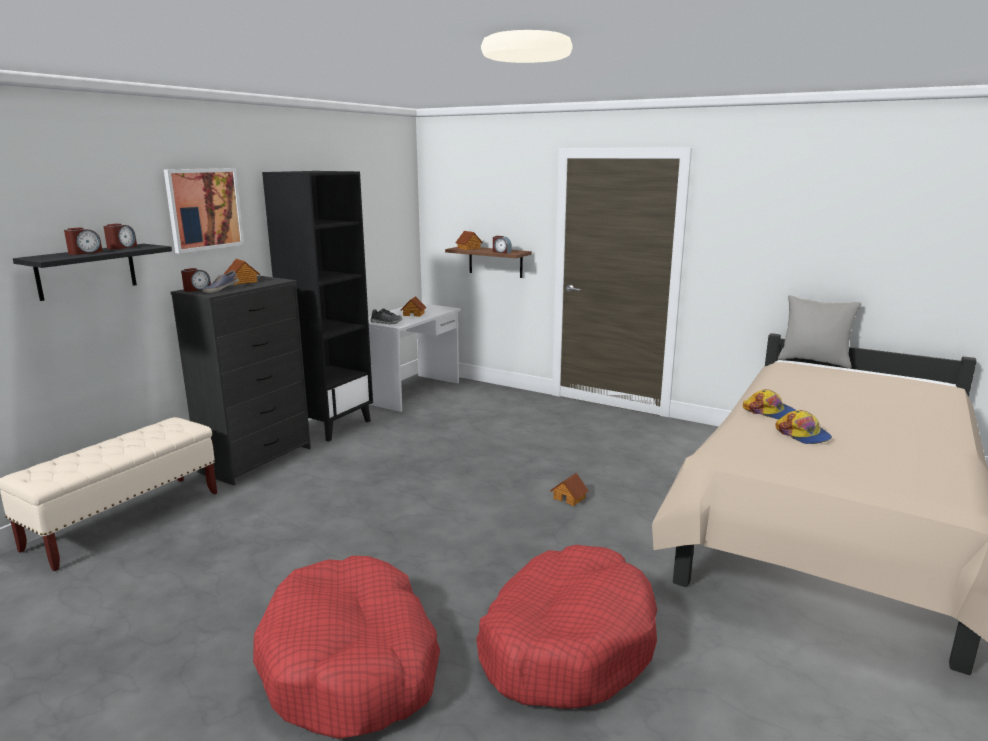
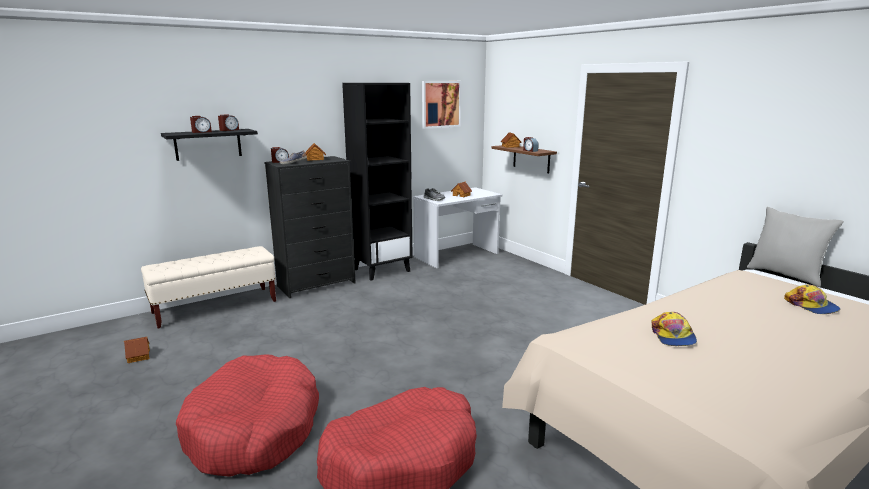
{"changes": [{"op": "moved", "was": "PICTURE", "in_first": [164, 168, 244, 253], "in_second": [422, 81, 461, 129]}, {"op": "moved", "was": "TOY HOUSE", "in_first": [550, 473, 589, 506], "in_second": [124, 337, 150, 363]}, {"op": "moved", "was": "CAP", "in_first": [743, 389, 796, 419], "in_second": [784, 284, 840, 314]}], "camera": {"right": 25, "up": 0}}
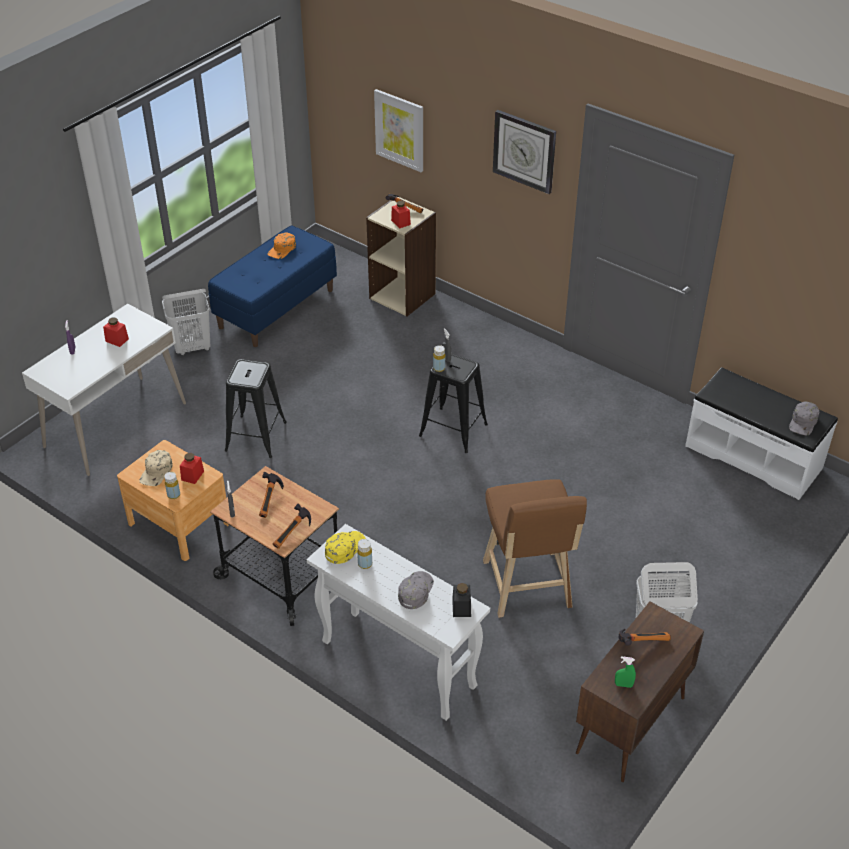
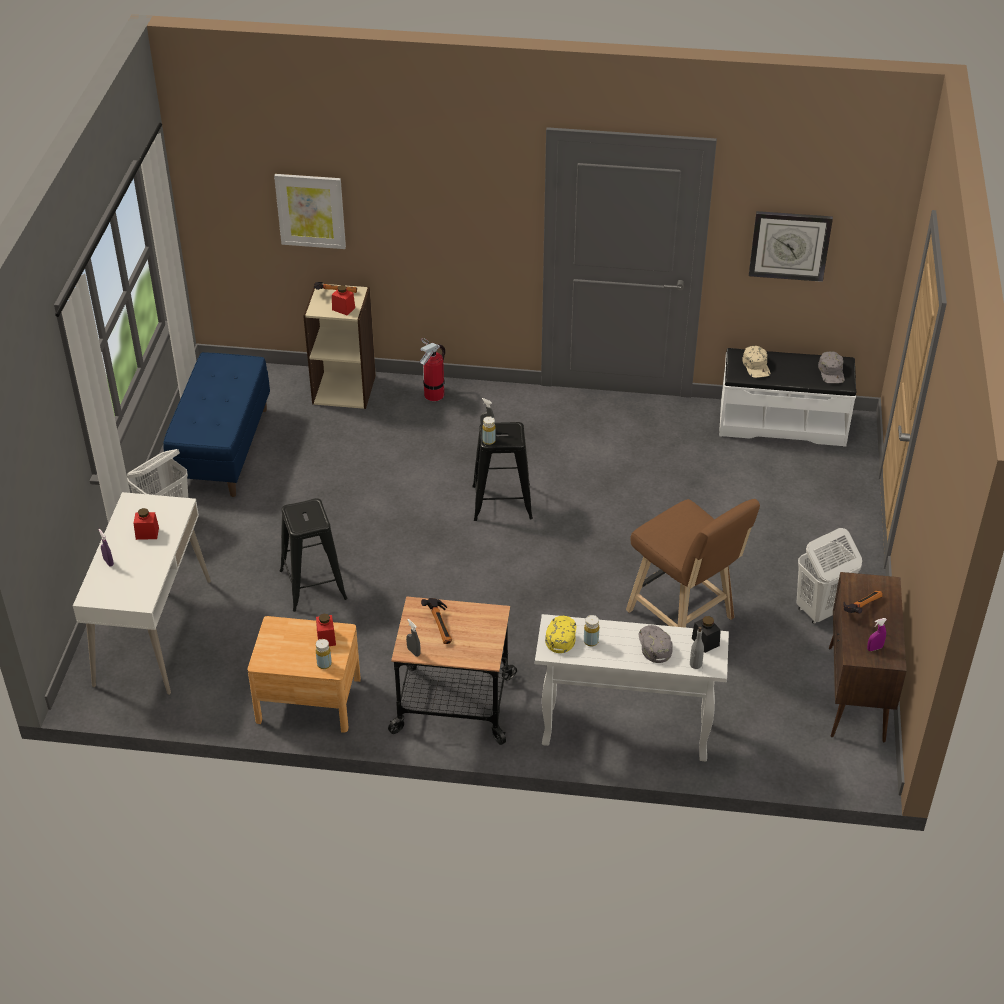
{"changes": [{"op": "moved", "was": "BEIGE CAP", "in_first": [139, 450, 173, 486], "in_second": [742, 346, 771, 378]}, {"op": "removed", "was": "ORANGE CAP", "in_first": [267, 233, 296, 259]}, {"op": "removed", "was": "HAMMER", "in_first": [273, 504, 311, 549]}, {"op": "moved", "was": "WALL CLOCK", "in_first": [493, 110, 556, 194], "in_second": [749, 211, 833, 282]}, {"op": "recoloured", "was": "GREEN SPRAY BOTTLE", "now": "PURPLE SPRAY BOTTLE", "in_first": [615, 656, 636, 688], "in_second": [867, 618, 887, 651]}, {"op": "added", "now": "FIRE EXTINGUISHER", "in_second": [420, 338, 445, 401]}, {"op": "added", "now": "GREY BOTTLE", "in_second": [690, 627, 704, 669]}], "camera": {"right": -30, "up": 0}}
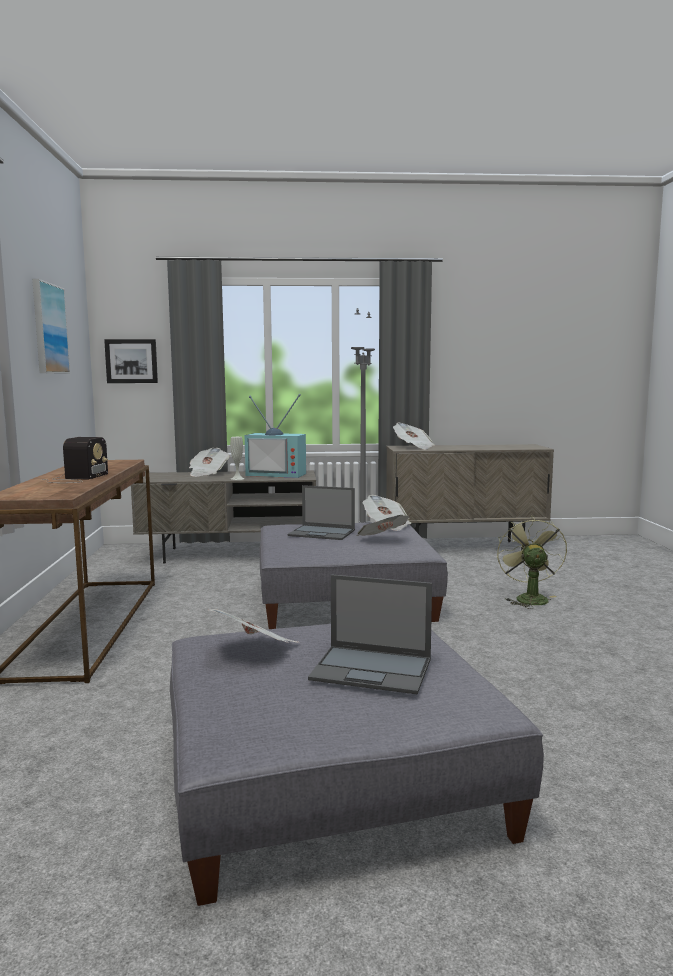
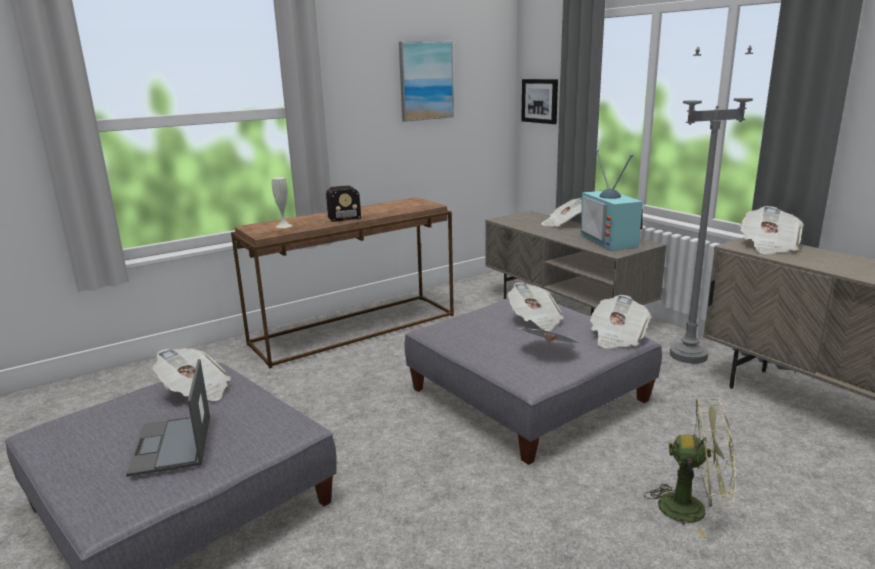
{"changes": [{"op": "moved", "was": "WHITE VASE", "in_first": [230, 437, 245, 480], "in_second": [272, 177, 292, 228]}, {"op": "replaced", "was": "LAPTOP", "now": "NEWSPAPER", "in_first": [287, 485, 355, 540], "in_second": [507, 283, 564, 331]}, {"op": "turned", "was": "GREEN FAN", "in_first": [497, 516, 567, 609], "in_second": [644, 398, 736, 538], "clockwise": 45}], "camera": {"right": 60, "up": 10}}
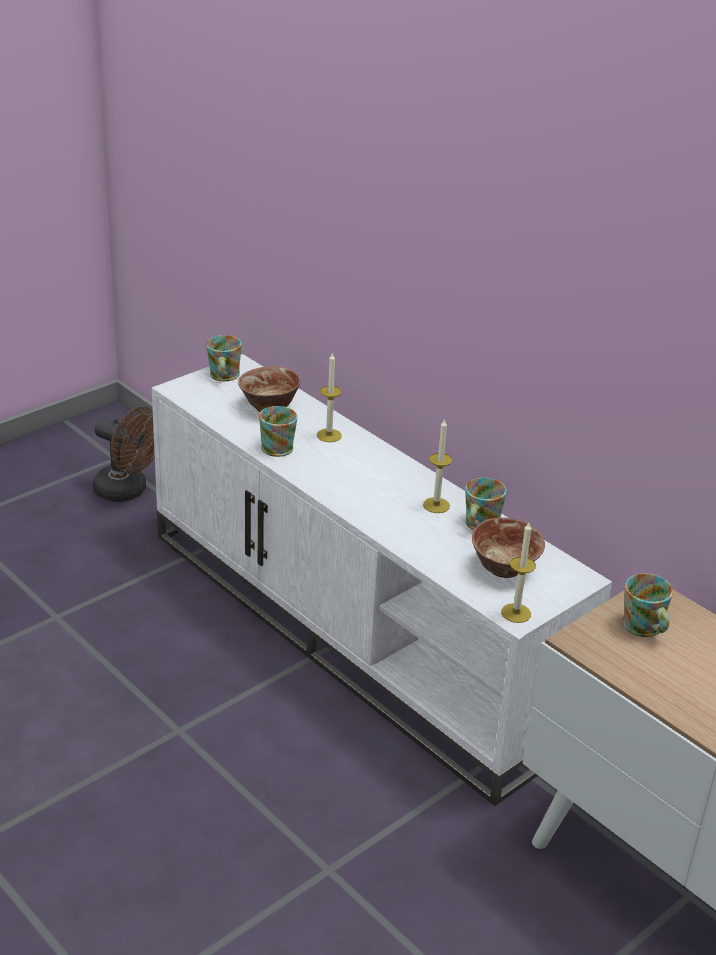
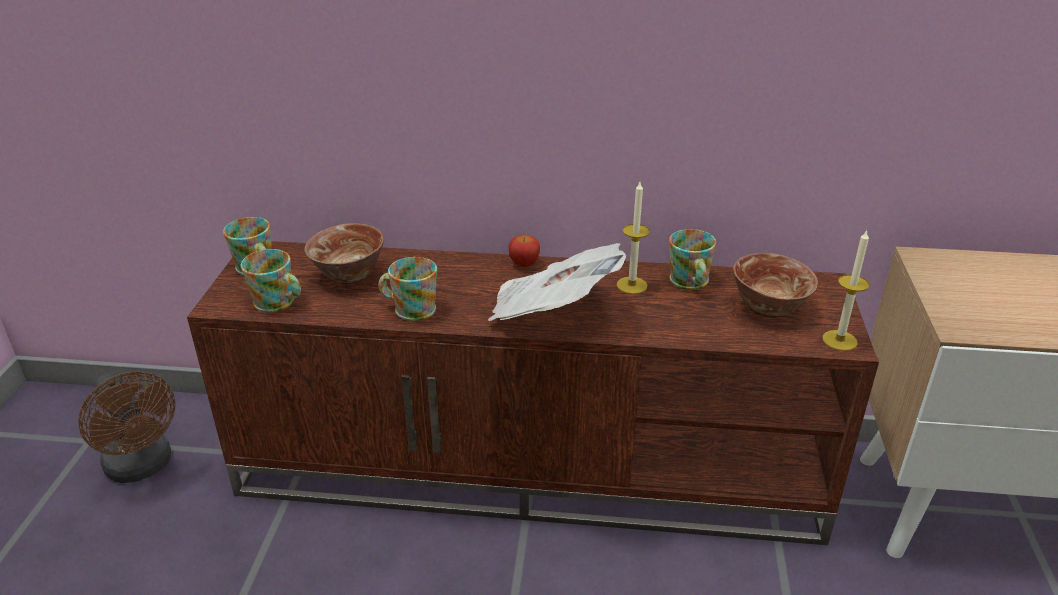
{"changes": [{"op": "turned", "was": "BROWN FAN", "in_first": [93, 407, 155, 502], "in_second": [78, 371, 176, 483], "clockwise": 60}, {"op": "recoloured", "was": "WHITE TV STAND", "now": "BROWN TV STAND", "in_first": [152, 354, 612, 806], "in_second": [187, 241, 879, 545]}, {"op": "removed", "was": "CANDLE", "in_first": [317, 352, 342, 442]}, {"op": "moved", "was": "MUG", "in_first": [623, 573, 673, 637], "in_second": [241, 249, 301, 313]}, {"op": "added", "now": "NEWSPAPER", "in_second": [488, 243, 626, 321]}, {"op": "added", "now": "APPLE", "in_second": [508, 235, 540, 267]}], "camera": {"right": -40, "up": 0}}
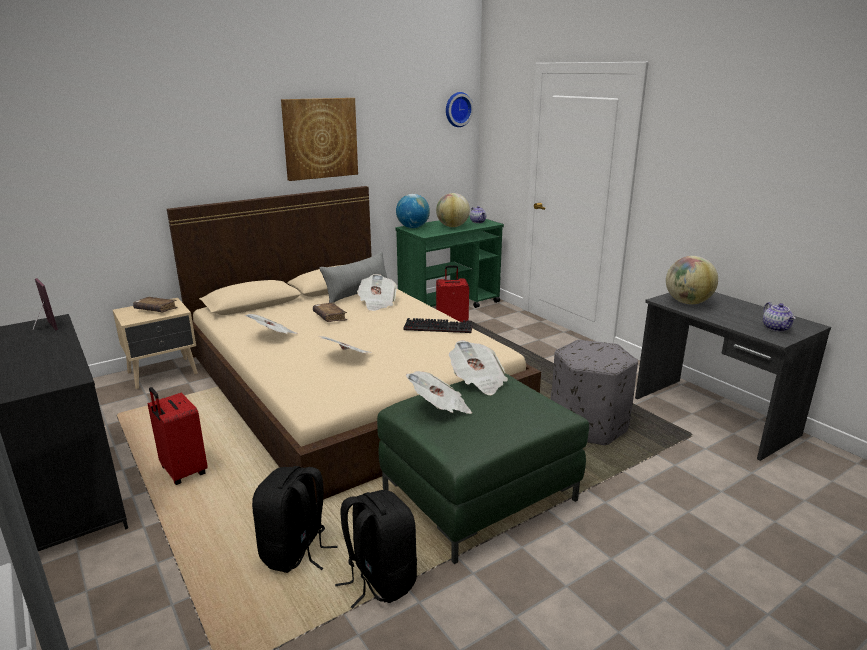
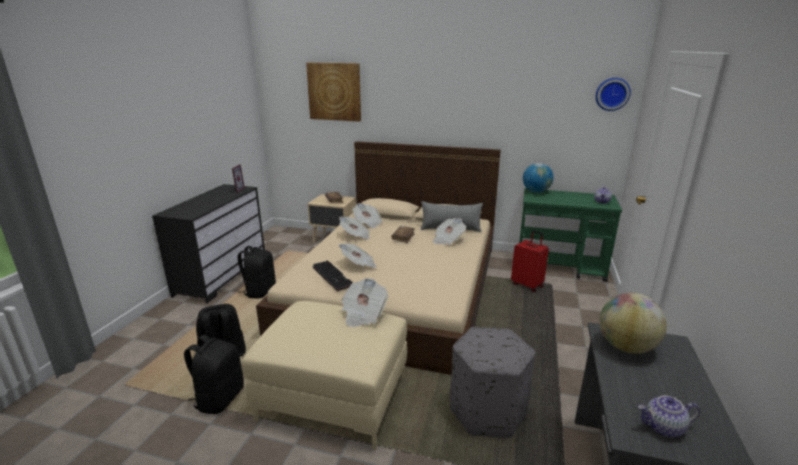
{"changes": [{"op": "replaced", "was": "RED SUITCASE", "now": "BLACK BACKPACK", "in_first": [148, 387, 208, 485], "in_second": [238, 246, 276, 299]}, {"op": "moved", "was": "PICTURE", "in_first": [281, 98, 358, 181], "in_second": [306, 63, 361, 122]}, {"op": "recoloured", "was": "GREEN OTTOMAN", "now": "BEIGE OTTOMAN", "in_first": [377, 373, 589, 564], "in_second": [241, 301, 407, 450]}, {"op": "moved", "was": "KEYBOARD", "in_first": [403, 318, 473, 333], "in_second": [313, 260, 353, 291]}, {"op": "moved", "was": "NEWSPAPER", "in_first": [406, 371, 472, 414], "in_second": [352, 203, 383, 229]}, {"op": "removed", "was": "GLOBE", "in_first": [436, 193, 470, 227]}, {"op": "turned", "was": "TEAPOT", "in_first": [763, 302, 796, 332], "in_second": [638, 396, 700, 438], "clockwise": 45}], "camera": {"right": 50, "up": 0}}
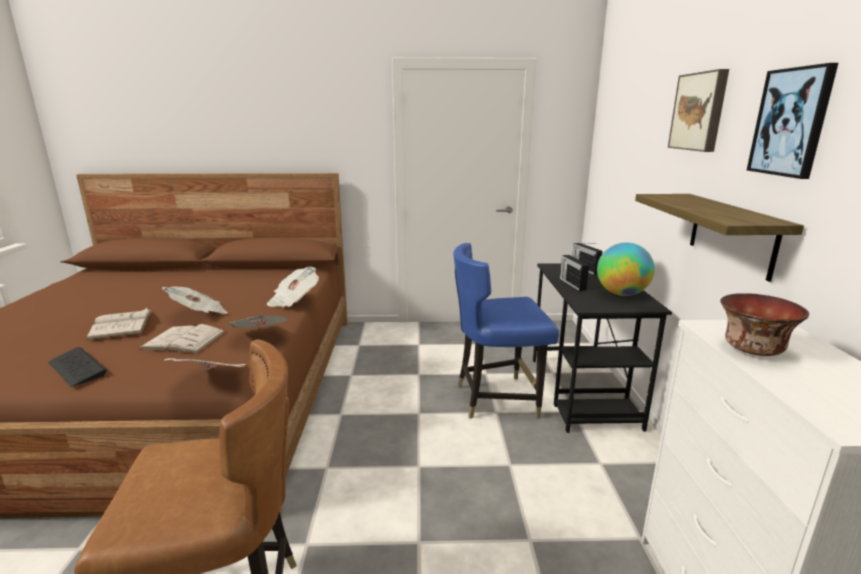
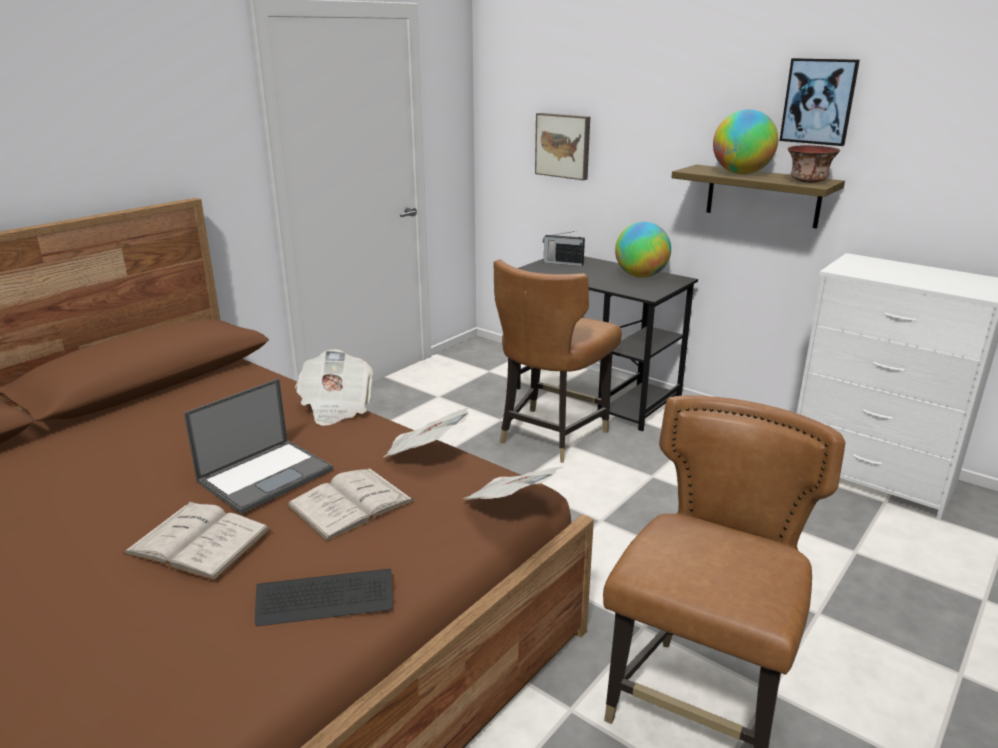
{"changes": [{"op": "replaced", "was": "NEWSPAPER", "now": "LAPTOP", "in_first": [162, 287, 228, 314], "in_second": [184, 378, 333, 514]}, {"op": "recoloured", "was": "BLUE CHAIR", "now": "BROWN CHAIR", "in_first": [453, 243, 559, 419], "in_second": [494, 259, 622, 463]}, {"op": "removed", "was": "RADIO", "in_first": [560, 255, 589, 291]}, {"op": "moved", "was": "PICTURE", "in_first": [668, 69, 729, 152], "in_second": [535, 113, 590, 180]}, {"op": "moved", "was": "BOWL", "in_first": [720, 293, 809, 356], "in_second": [787, 145, 840, 183]}, {"op": "added", "now": "GLOBE", "in_second": [713, 109, 778, 174]}], "camera": {"right": -50, "up": 5}}
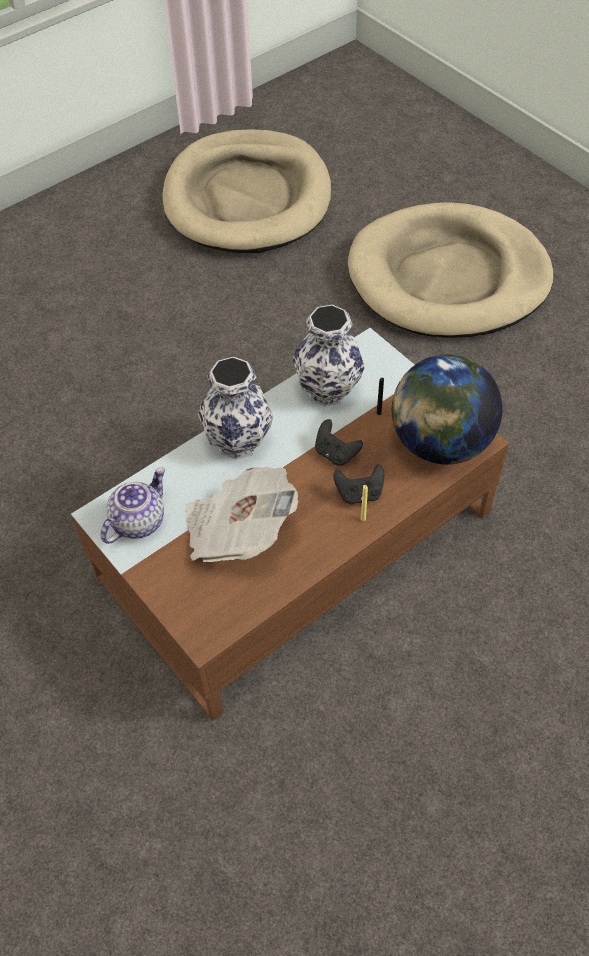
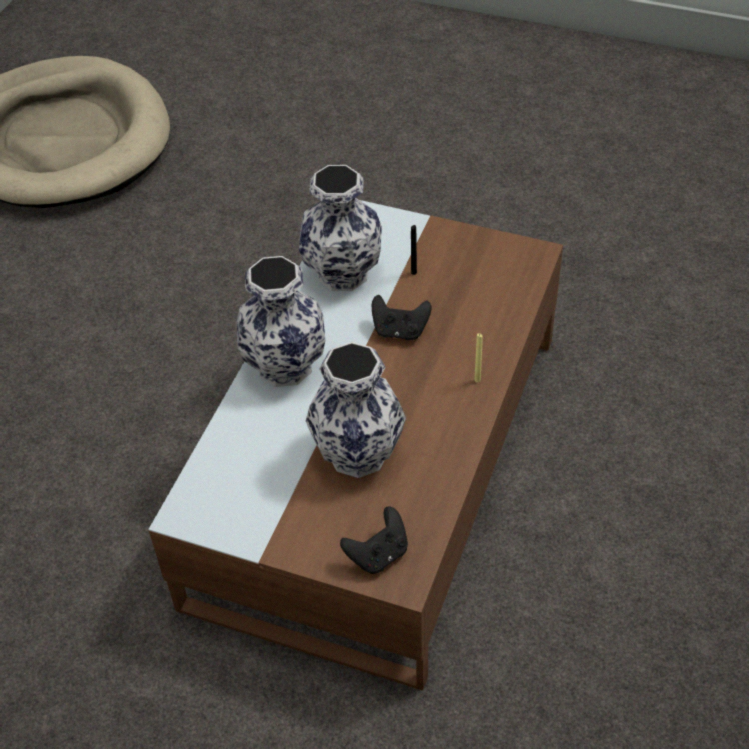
{"changes": [{"op": "removed", "was": "TEAPOT", "in_first": [101, 467, 165, 544]}, {"op": "replaced", "was": "NEWSPAPER", "now": "VASE", "in_first": [185, 467, 298, 562], "in_second": [306, 342, 406, 478]}, {"op": "moved", "was": "BLACK GAME CONTROLLER", "in_first": [333, 464, 384, 504], "in_second": [340, 506, 408, 574]}, {"op": "removed", "was": "BEIGE DOG BED", "in_first": [348, 202, 553, 338]}, {"op": "removed", "was": "GLOBE", "in_first": [392, 354, 502, 465]}], "camera": {"right": -30, "up": -5}}
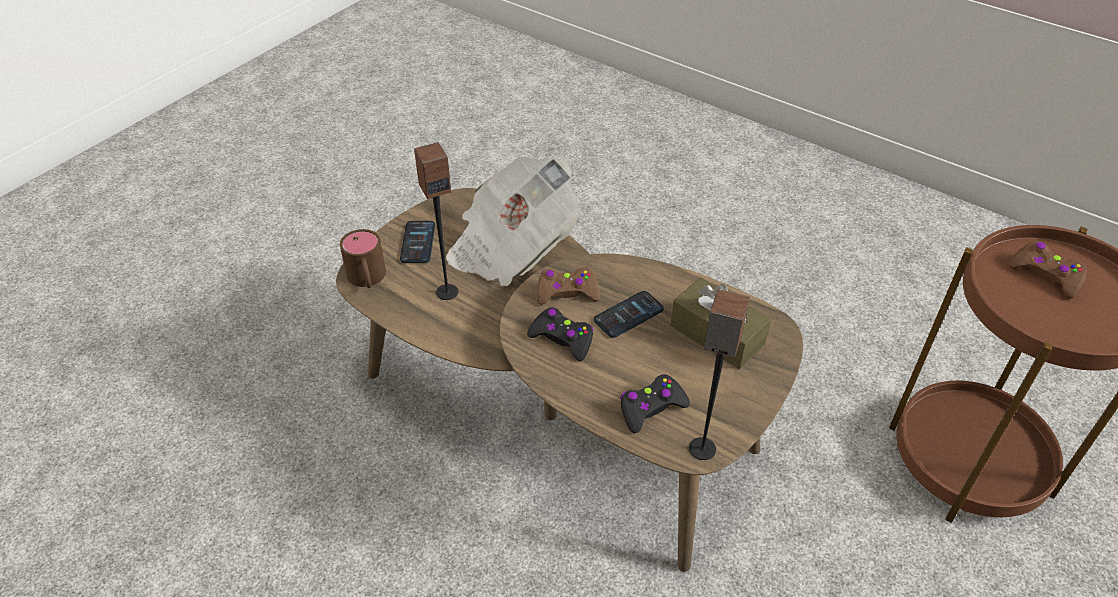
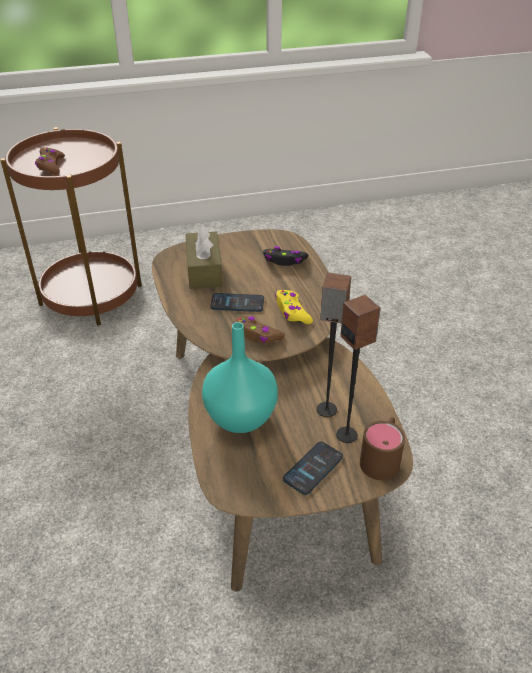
{"changes": [{"op": "replaced", "was": "NEWSPAPER", "now": "TURQUOISE VASE", "in_first": [446, 156, 581, 286], "in_second": [202, 322, 278, 433]}, {"op": "recoloured", "was": "BLACK GAME CONTROLLER", "now": "YELLOW GAME CONTROLLER", "in_first": [527, 307, 594, 361], "in_second": [275, 290, 313, 324]}, {"op": "moved", "was": "SPEAKER", "in_first": [689, 289, 750, 460], "in_second": [336, 295, 381, 443]}], "camera": {"right": -140, "up": -5}}
